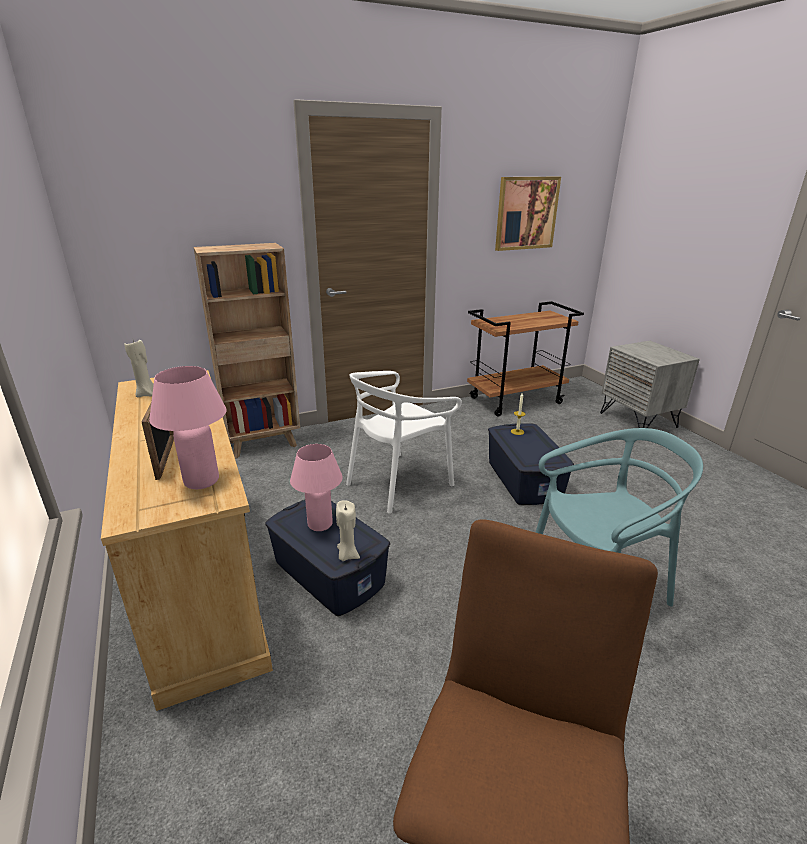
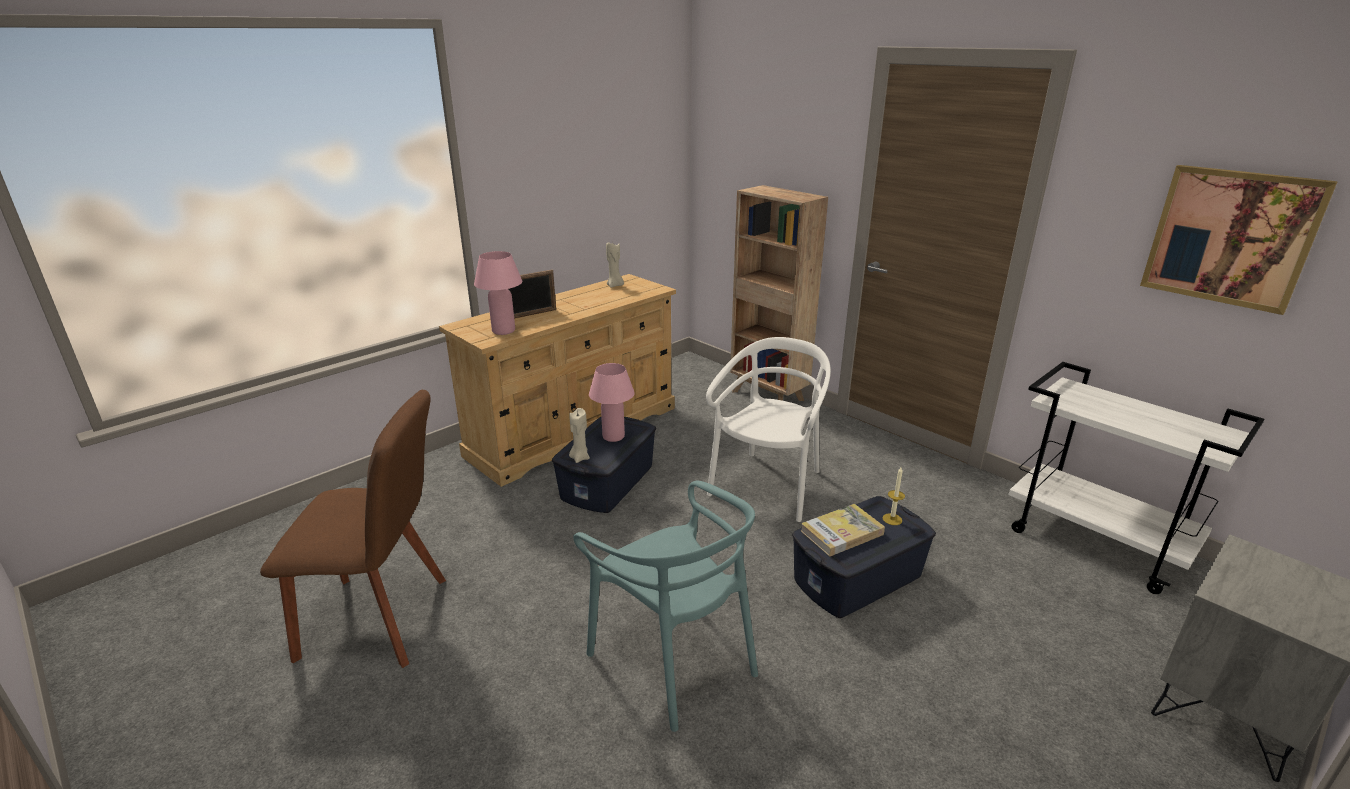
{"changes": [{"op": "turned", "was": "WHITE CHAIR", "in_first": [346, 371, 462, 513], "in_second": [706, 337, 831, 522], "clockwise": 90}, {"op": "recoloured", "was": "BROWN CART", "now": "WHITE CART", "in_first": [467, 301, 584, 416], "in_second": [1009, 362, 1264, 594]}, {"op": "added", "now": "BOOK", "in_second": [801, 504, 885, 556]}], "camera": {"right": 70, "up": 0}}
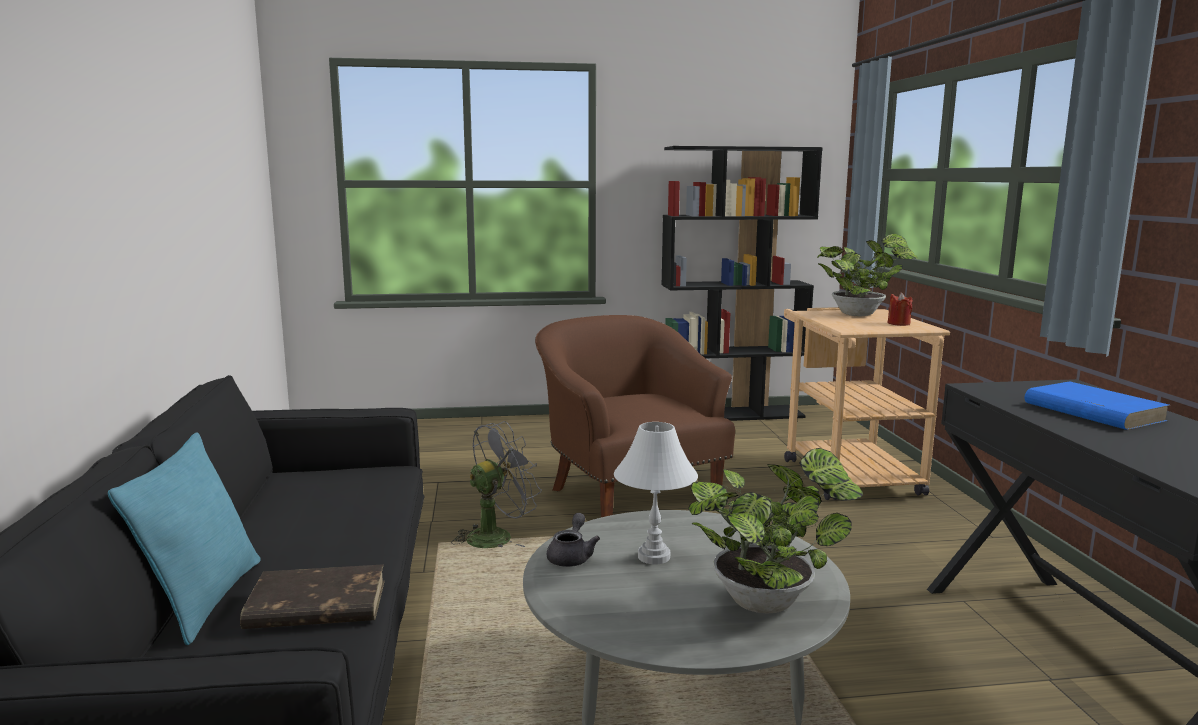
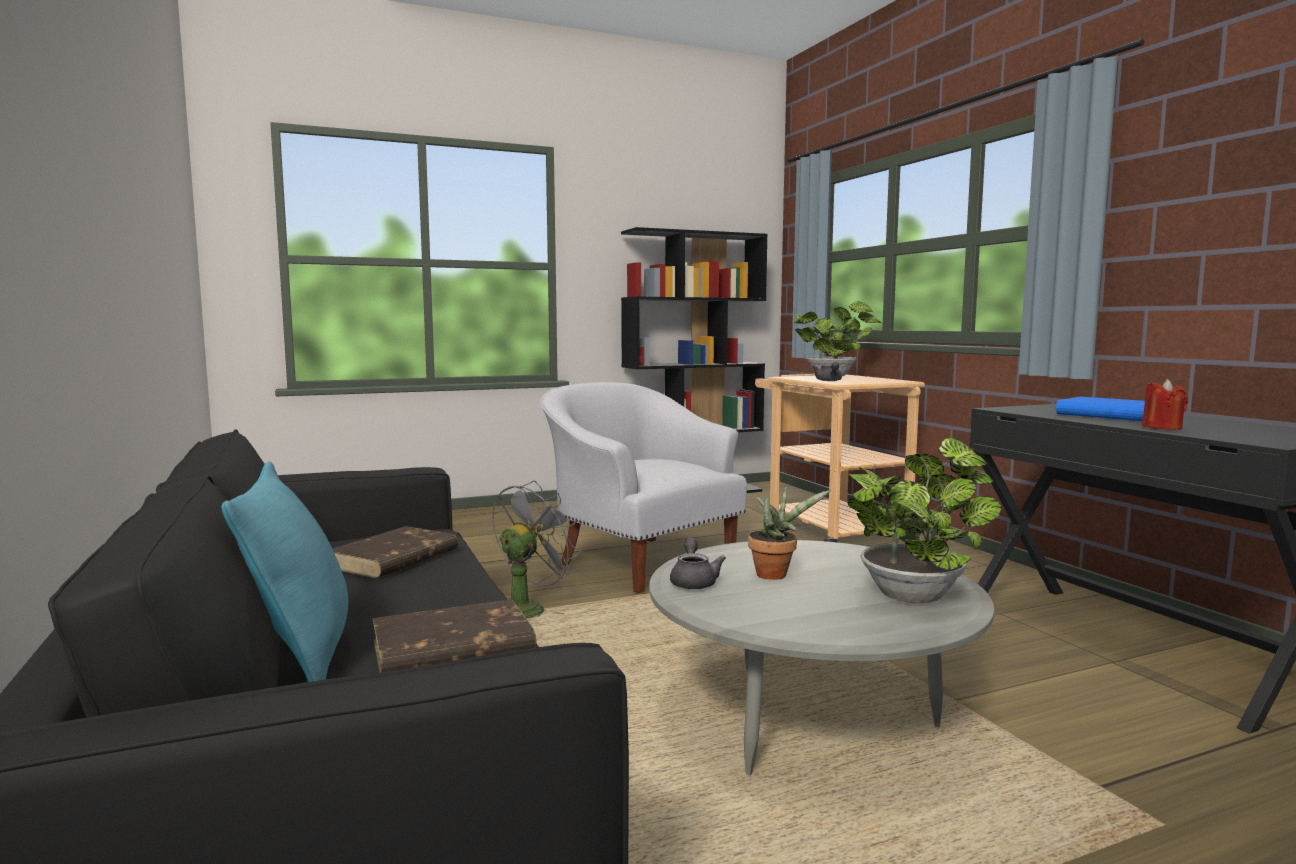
{"changes": [{"op": "recoloured", "was": "BROWN ARMCHAIR", "now": "WHITE ARMCHAIR", "in_first": [535, 315, 735, 517], "in_second": [540, 382, 747, 593]}, {"op": "replaced", "was": "WHITE TABLE LAMP", "now": "POTTED PLANT", "in_first": [614, 422, 698, 564], "in_second": [748, 486, 831, 580]}, {"op": "moved", "was": "RED CANDLE", "in_first": [887, 292, 913, 326], "in_second": [1142, 379, 1188, 430]}, {"op": "added", "now": "BROWN BOOK", "in_second": [333, 526, 459, 578]}, {"op": "added", "now": "GREY TEAPOT", "in_second": [812, 362, 842, 381]}], "camera": {"right": -15, "up": -5}}
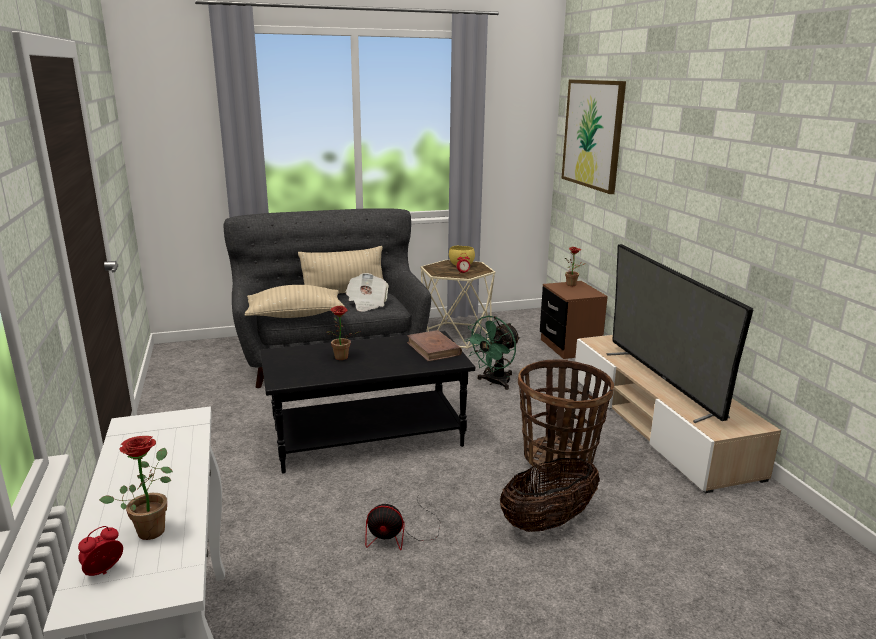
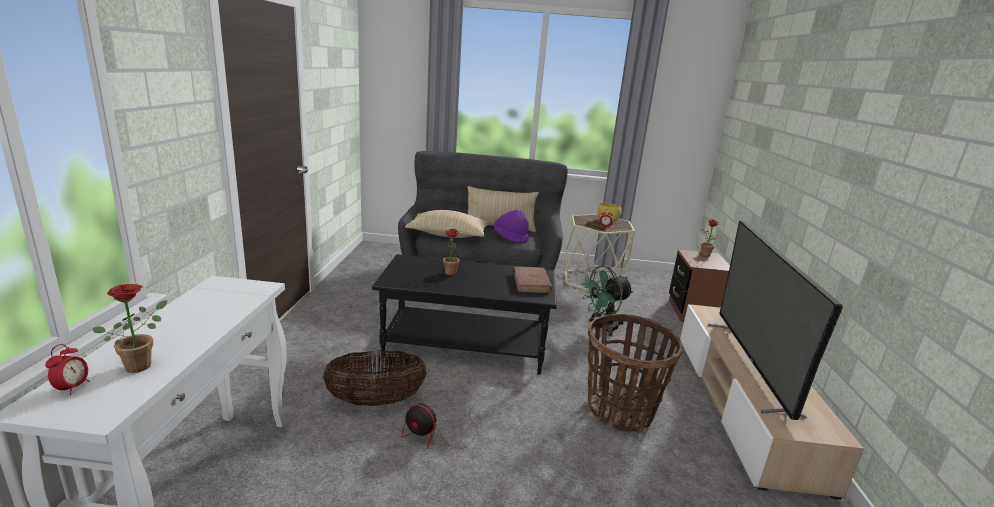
{"changes": [{"op": "turned", "was": "ALARM CLOCK", "in_first": [78, 526, 123, 576], "in_second": [45, 344, 90, 395], "clockwise": 120}, {"op": "replaced", "was": "NEWSPAPER", "now": "PURPLE HAT", "in_first": [345, 273, 389, 312], "in_second": [494, 210, 529, 243]}, {"op": "moved", "was": "BASKET", "in_first": [500, 458, 600, 532], "in_second": [322, 351, 427, 406]}, {"op": "removed", "was": "PICTURE", "in_first": [561, 80, 626, 194]}], "camera": {"right": 20, "up": 0}}
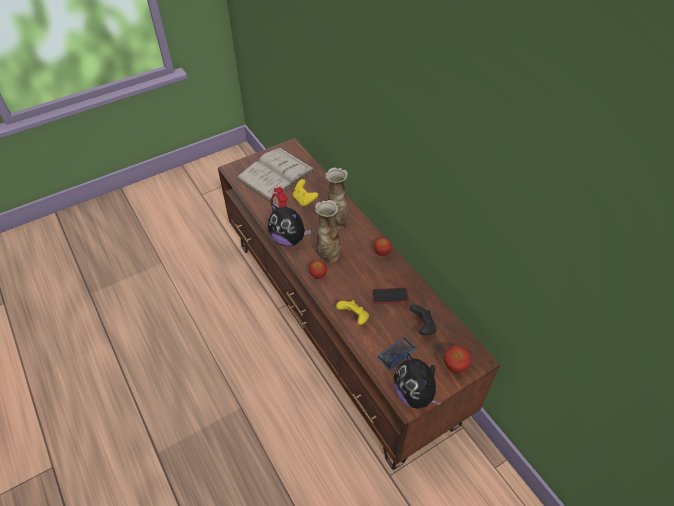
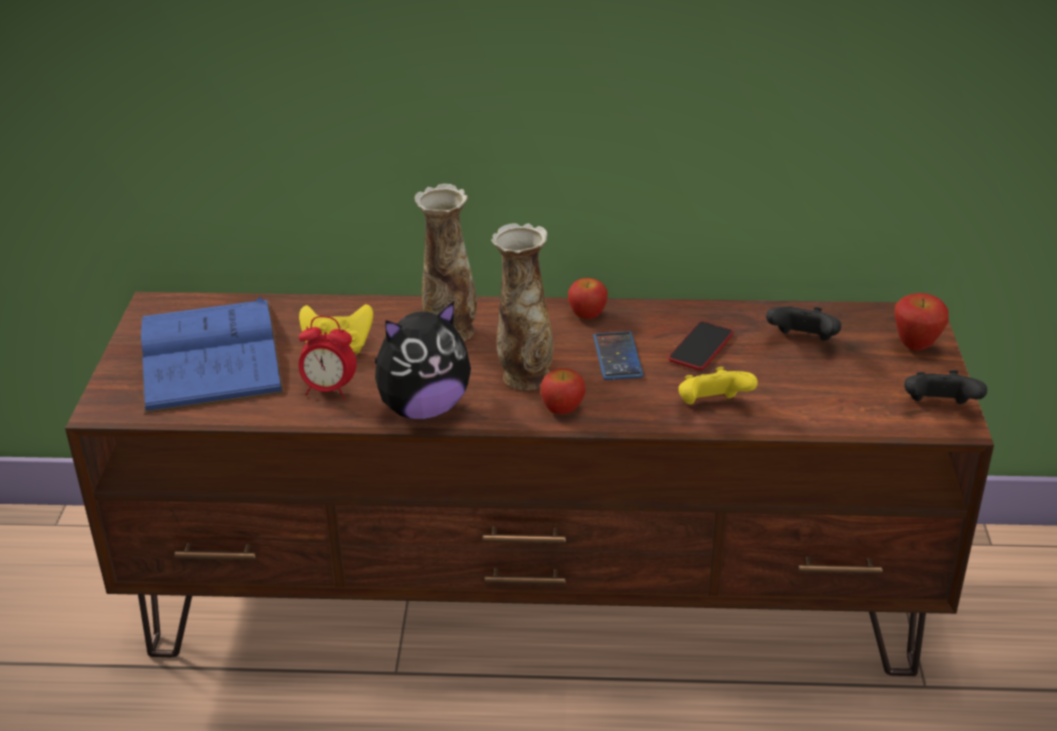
{"changes": [{"op": "recoloured", "was": "WHITE BOOK", "now": "BLUE BOOK", "in_first": [236, 148, 315, 202], "in_second": [141, 297, 284, 414]}, {"op": "moved", "was": "PHONE", "in_first": [377, 336, 417, 370], "in_second": [593, 331, 644, 380]}, {"op": "replaced", "was": "PLUSH TOY", "now": "BLACK GAME CONTROLLER", "in_first": [394, 352, 442, 409], "in_second": [904, 370, 987, 404]}], "camera": {"right": -55, "up": -15}}
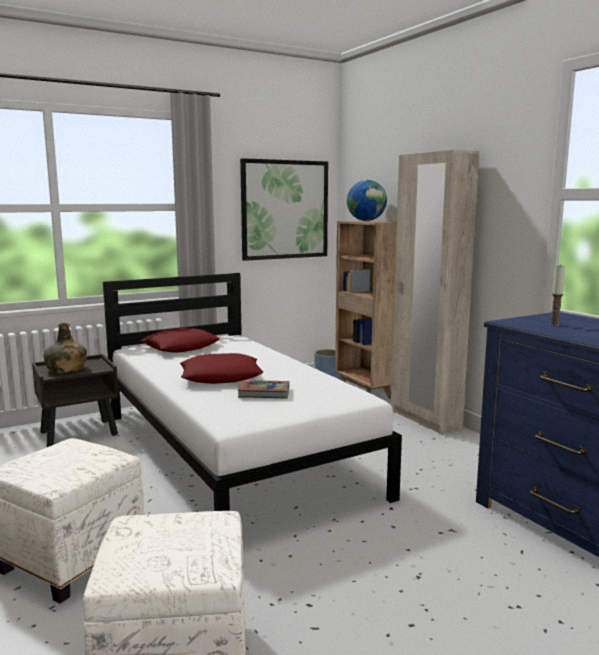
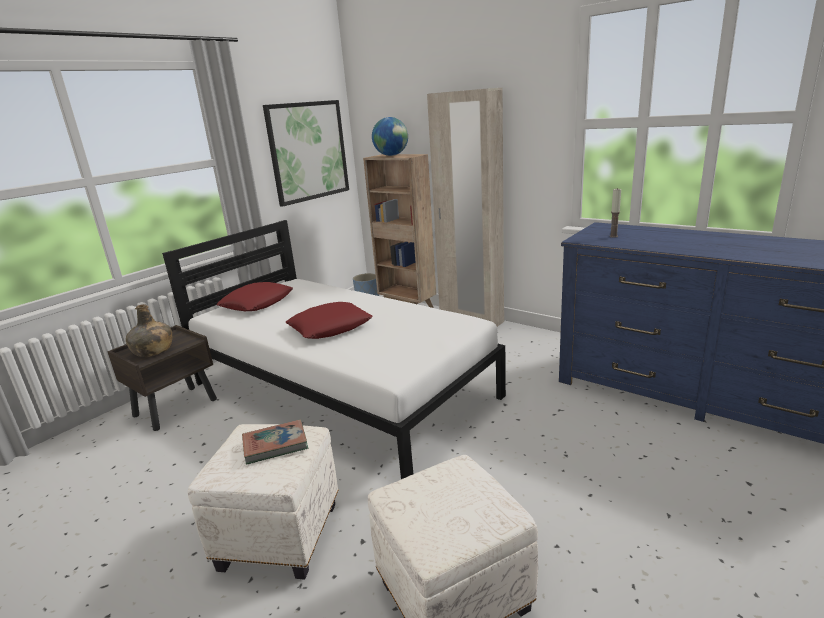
{"changes": [{"op": "moved", "was": "BOOK", "in_first": [238, 380, 289, 399], "in_second": [242, 419, 308, 465]}], "camera": {"right": -20, "up": 10}}
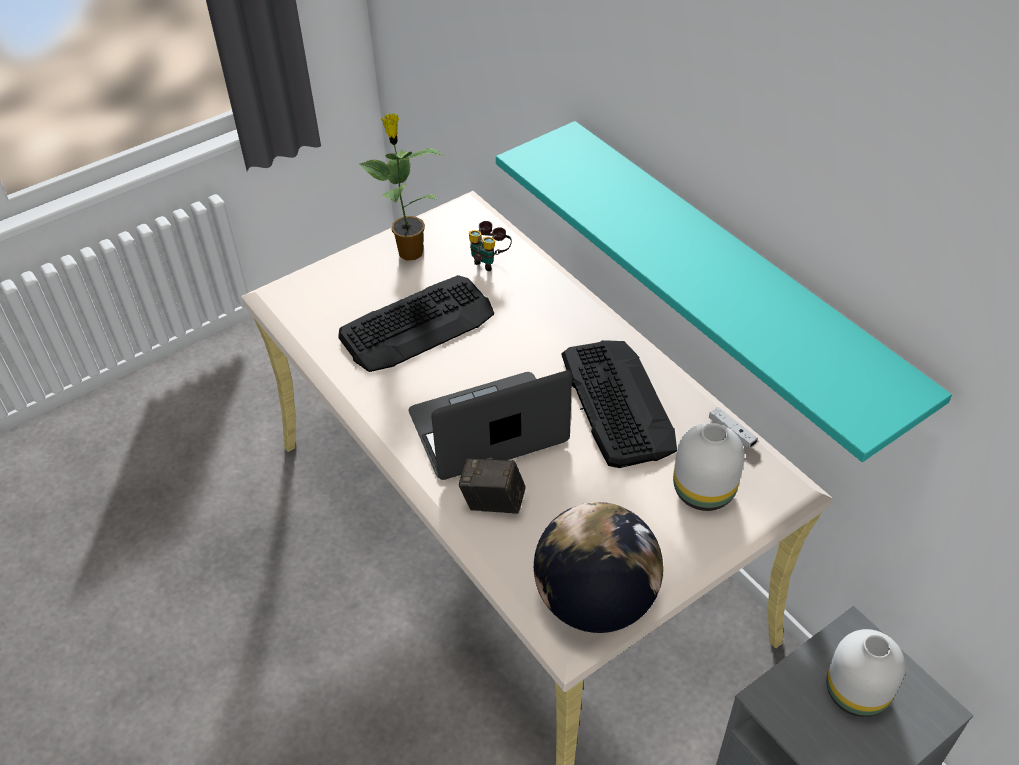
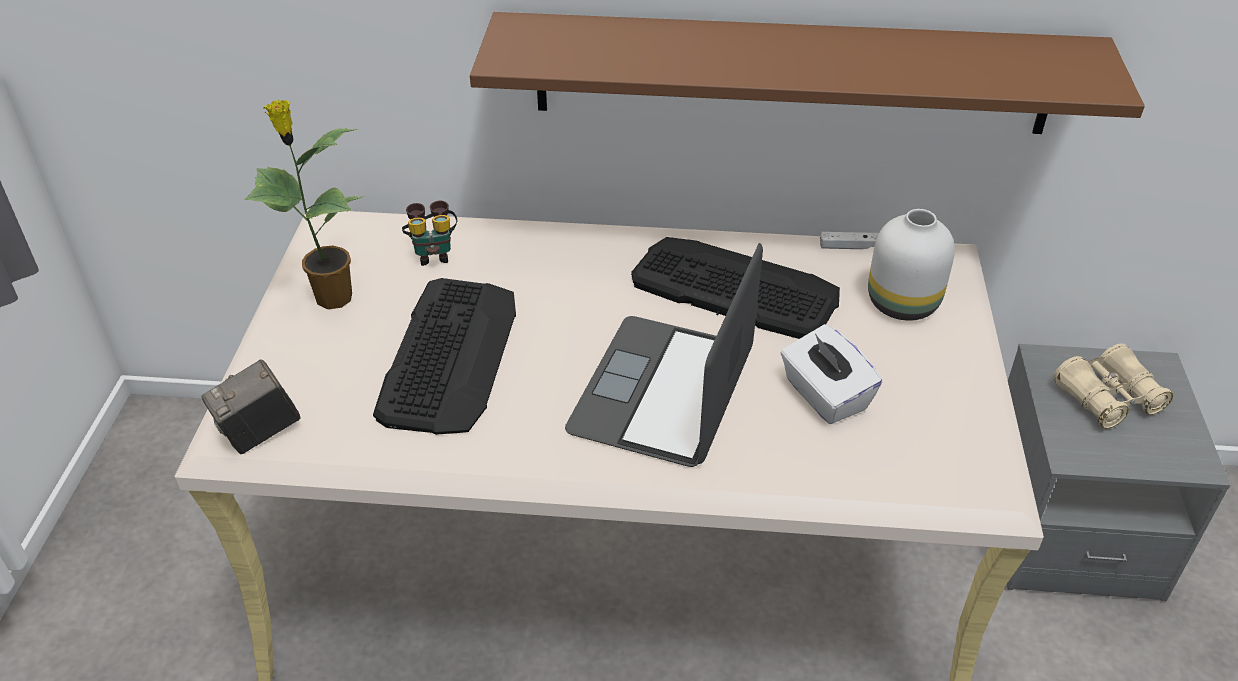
{"changes": [{"op": "moved", "was": "PHOTO CAMERA", "in_first": [459, 457, 526, 514], "in_second": [201, 359, 301, 454]}, {"op": "recoloured", "was": "TURQUOISE SHELF", "now": "BROWN SHELF", "in_first": [496, 121, 952, 462], "in_second": [470, 12, 1145, 134]}, {"op": "removed", "was": "GLOBE", "in_first": [534, 502, 663, 633]}, {"op": "replaced", "was": "WHITE VASE", "now": "BEIGE BINOCULARS", "in_first": [826, 629, 905, 717], "in_second": [1054, 344, 1173, 429]}, {"op": "added", "now": "WHITE TISSUE BOX", "in_second": [781, 324, 882, 424]}], "camera": {"right": -50, "up": -5}}
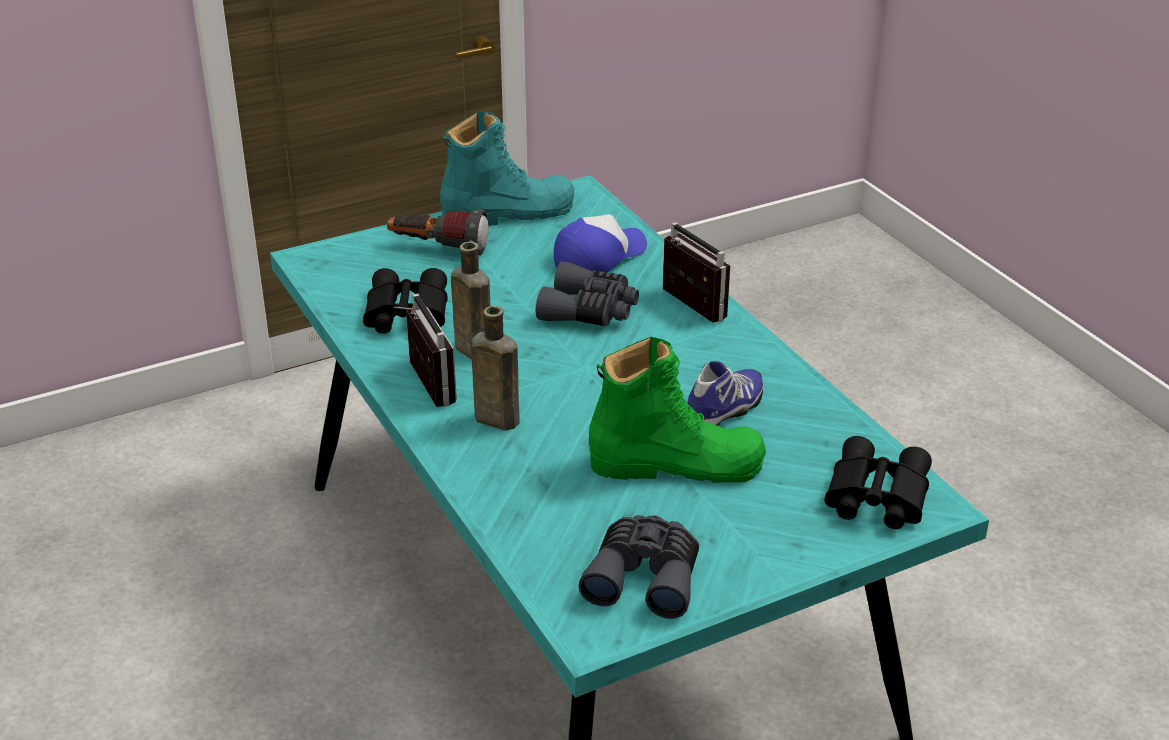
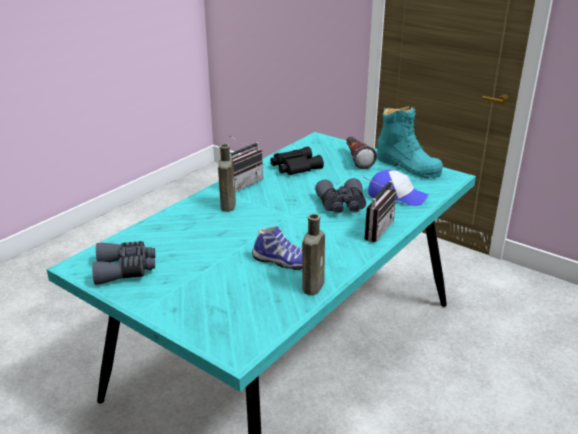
{"changes": [{"op": "moved", "was": "BROWN BOTTLE", "in_first": [451, 242, 490, 360], "in_second": [302, 214, 325, 295]}, {"op": "removed", "was": "GREEN BOOT", "in_first": [589, 337, 766, 483]}, {"op": "removed", "was": "BLACK BINOCULARS", "in_first": [825, 436, 932, 529]}], "camera": {"right": 65, "up": -5}}
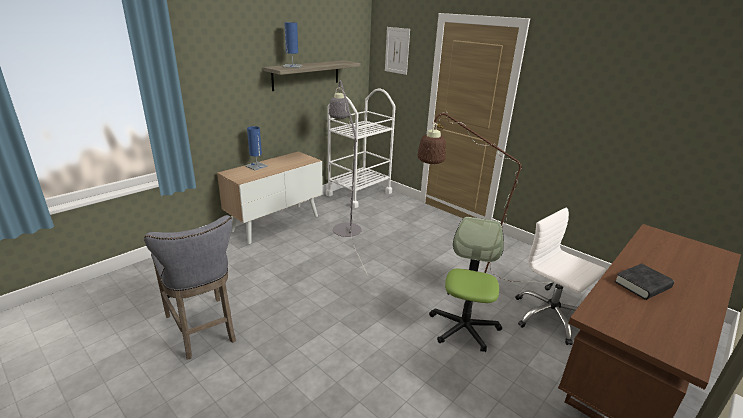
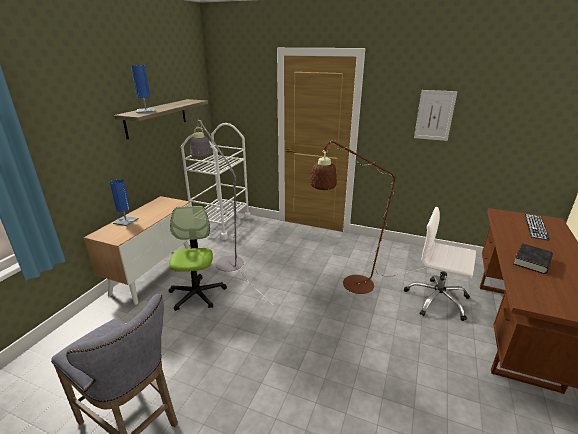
{"changes": [{"op": "moved", "was": "PICTURE", "in_first": [385, 27, 410, 75], "in_second": [414, 90, 457, 141]}, {"op": "moved", "was": "OFFICE CHAIR", "in_first": [429, 217, 504, 352], "in_second": [168, 206, 227, 311]}, {"op": "added", "now": "KEYBOARD", "in_second": [525, 214, 550, 241]}], "camera": {"right": -20, "up": 0}}
